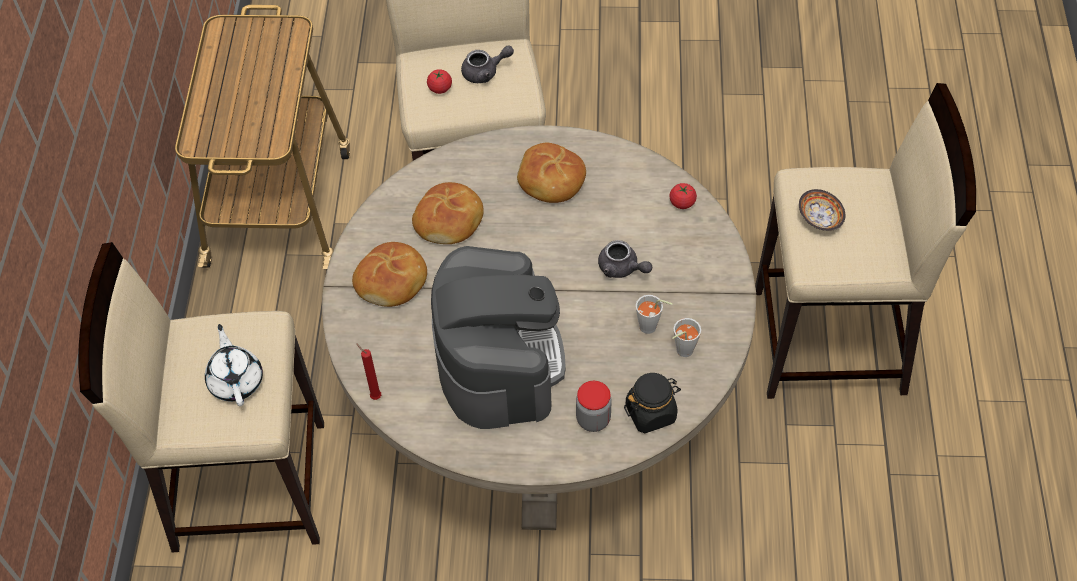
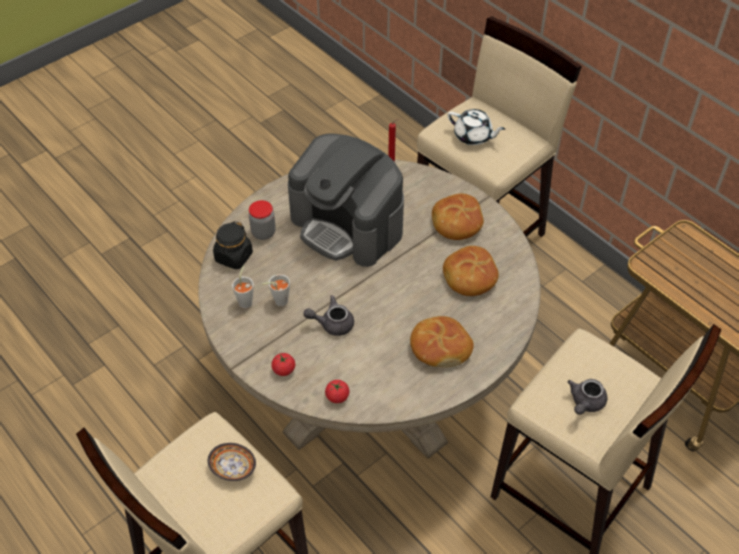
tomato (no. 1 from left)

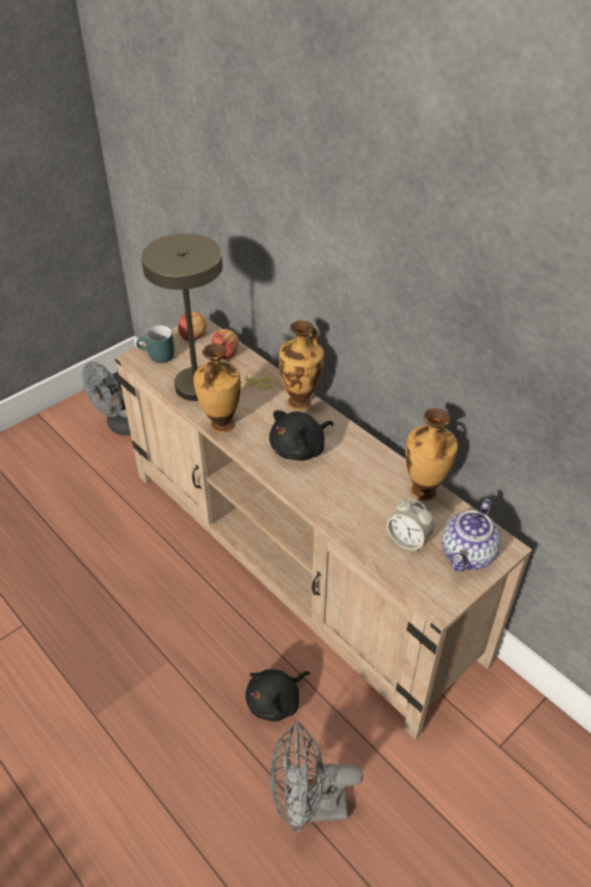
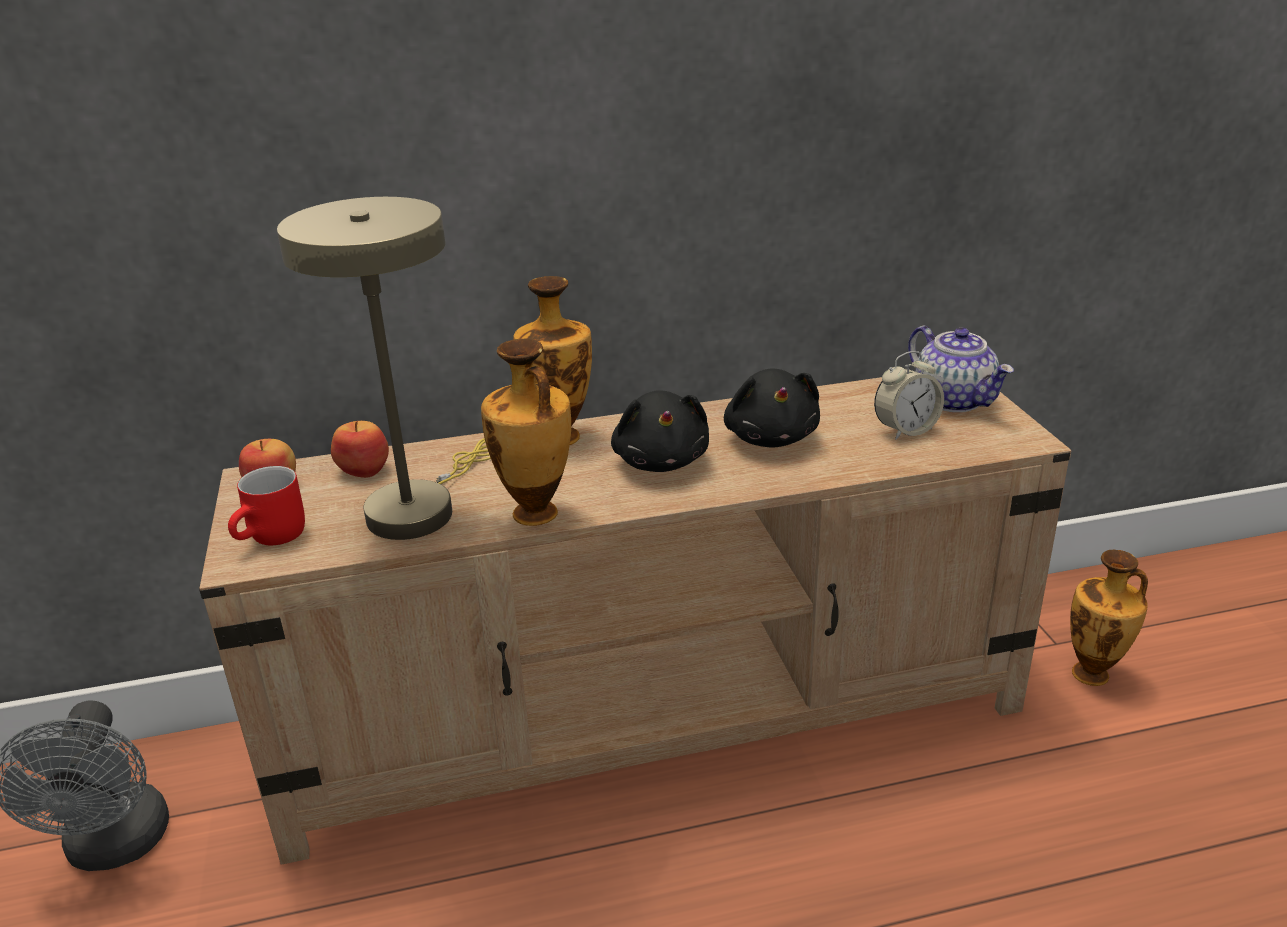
red_mug
black_plush_toy (no. 2 from left)
vase (no. 3 from left)
grey_fan (no. 2 from left in the first image)

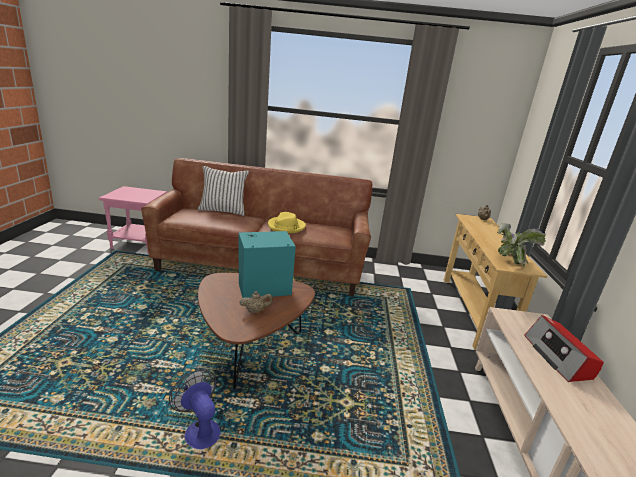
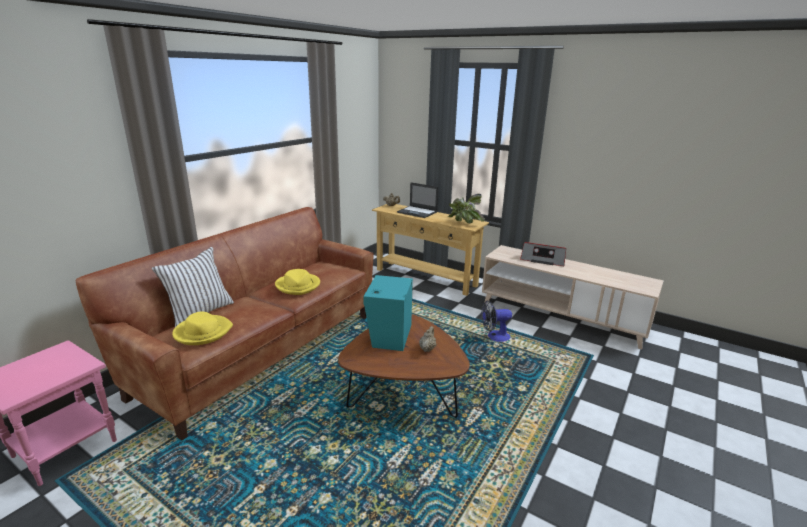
yellow_hat (no. 1 from left)
laptop
fan

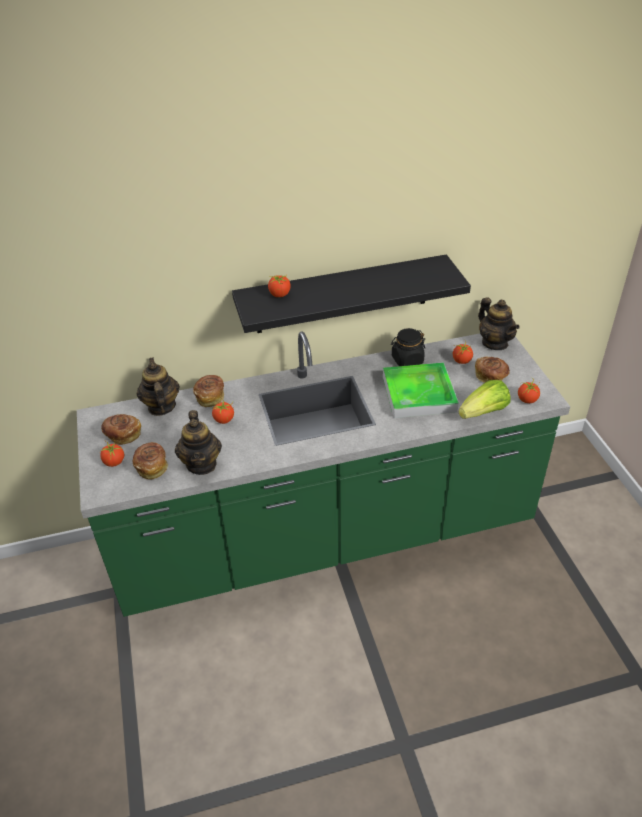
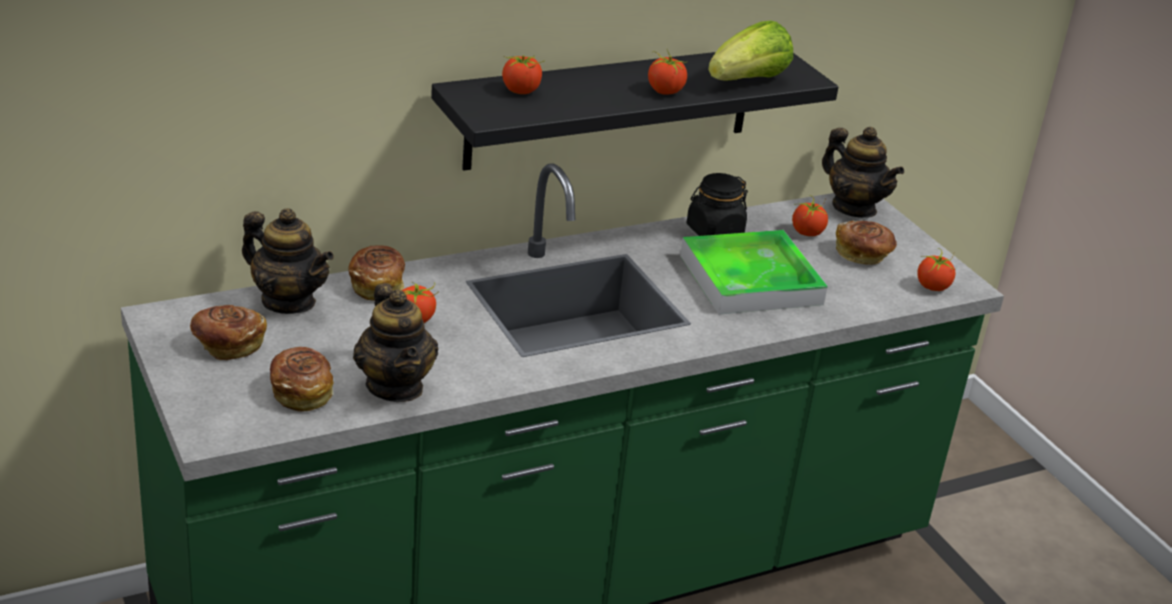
teapot (no. 1 from left)
tomato (no. 3 from left)
lettuce

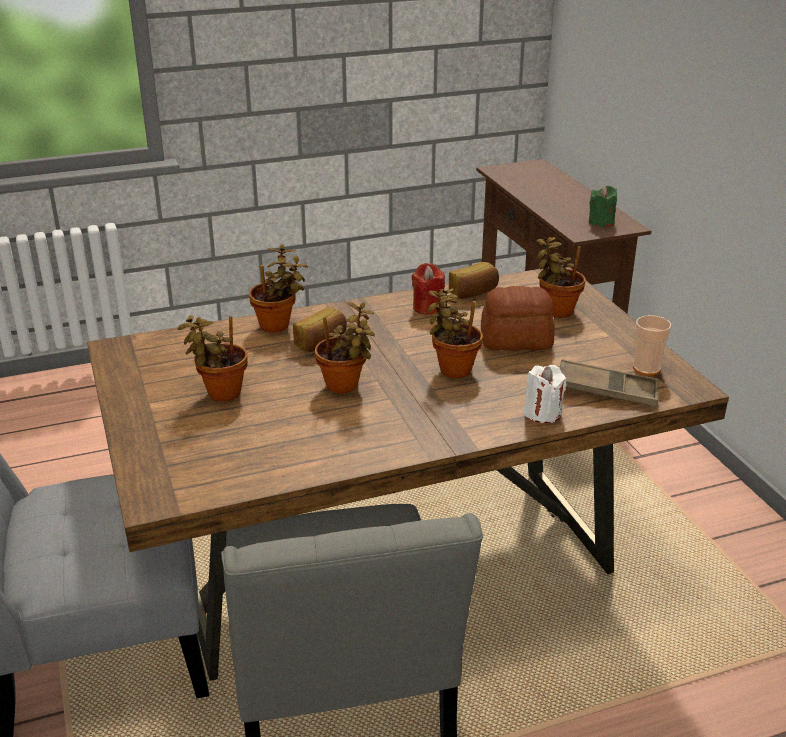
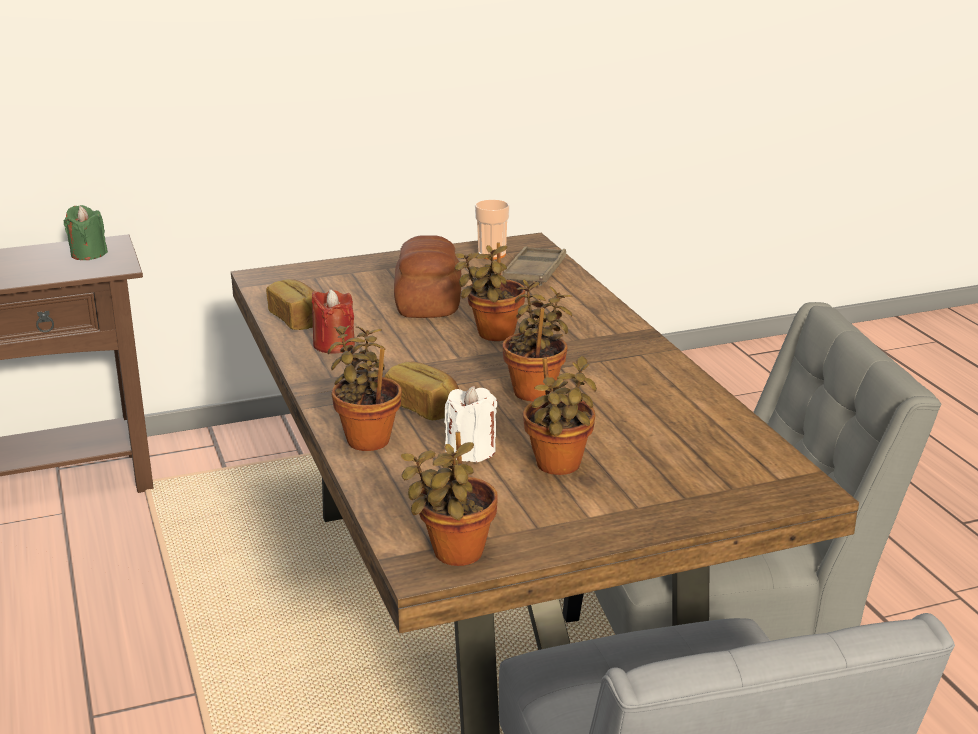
potted_plant (no. 2 from left)
white_candle

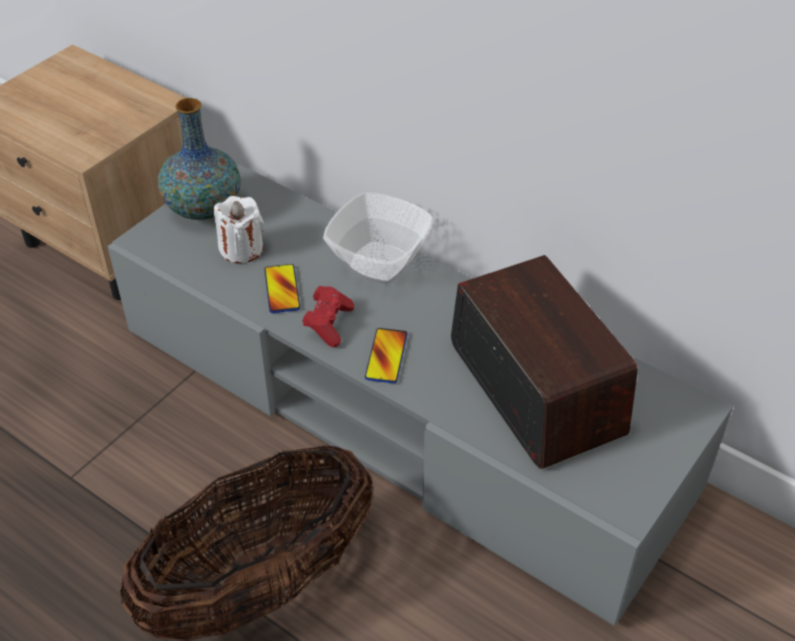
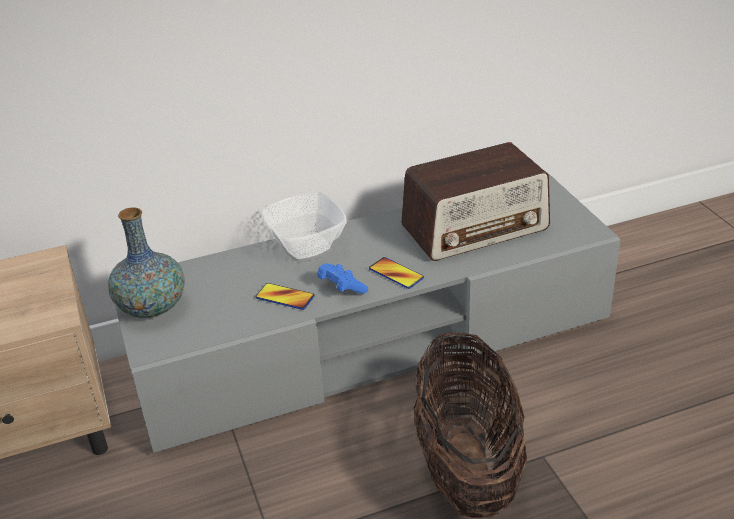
blue_game_controller
radio
white_candle

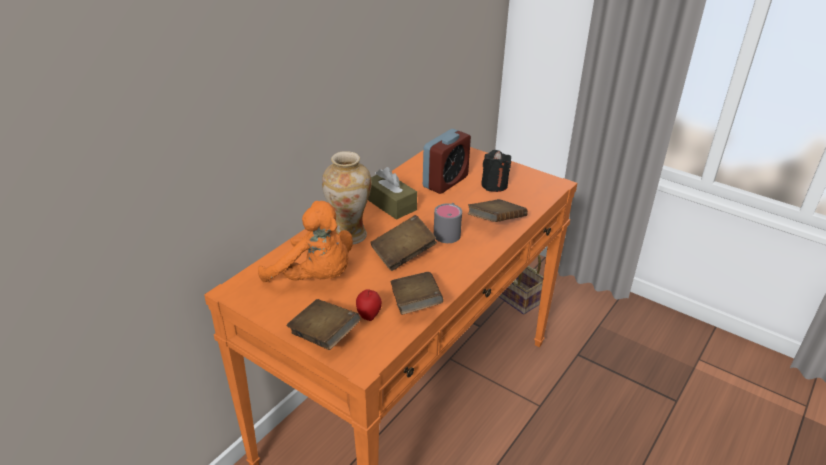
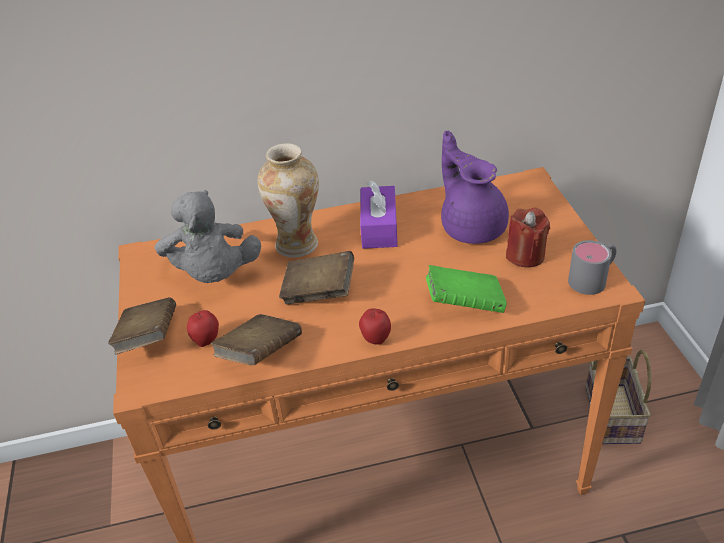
grey_plush_toy
apple (no. 2 from left)
purple_tissue_box
green_book
purple_teapot
red_candle
grey_mug

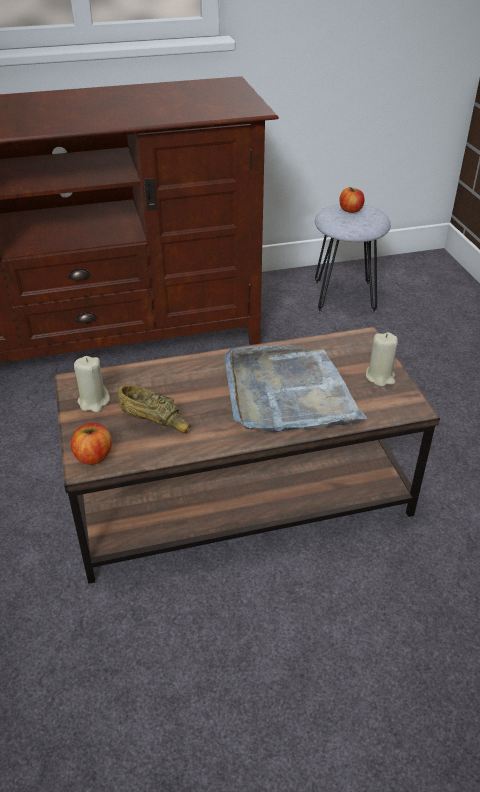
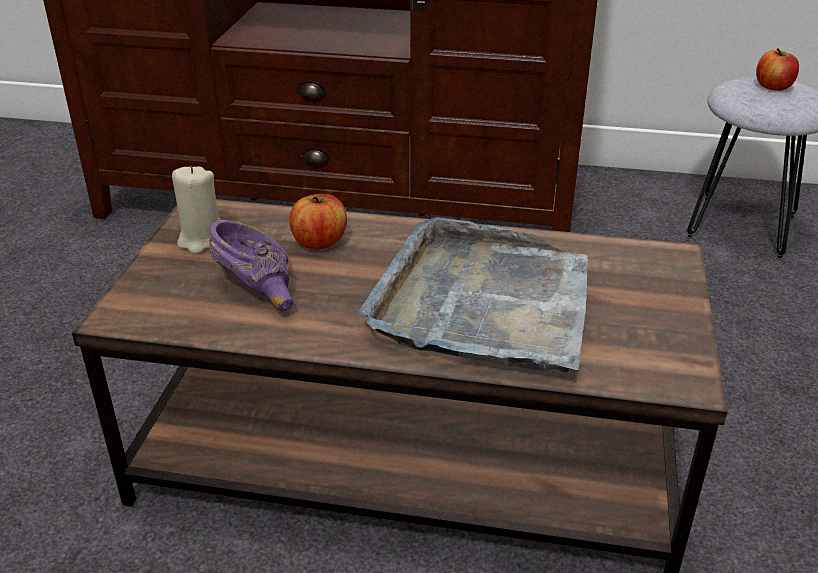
purple_bowl
apple (no. 1 from left)
beige_candle (no. 2 from left in the first image)

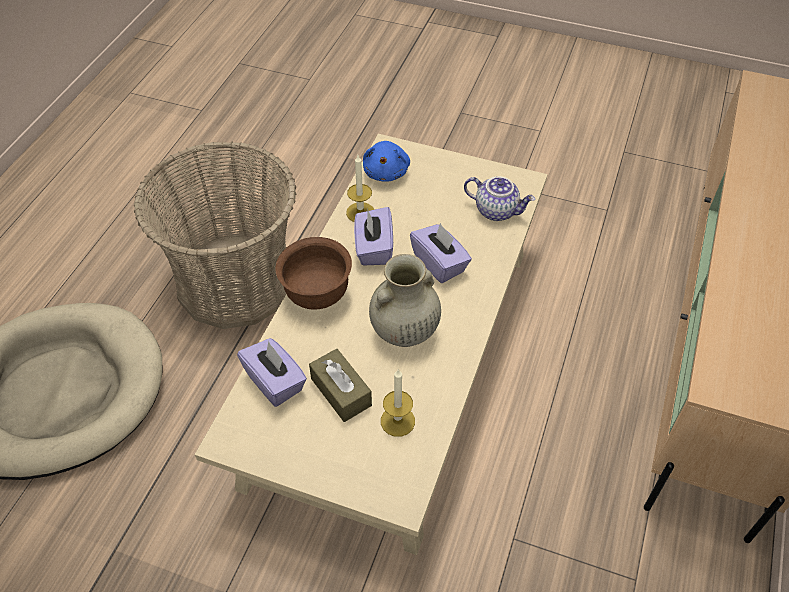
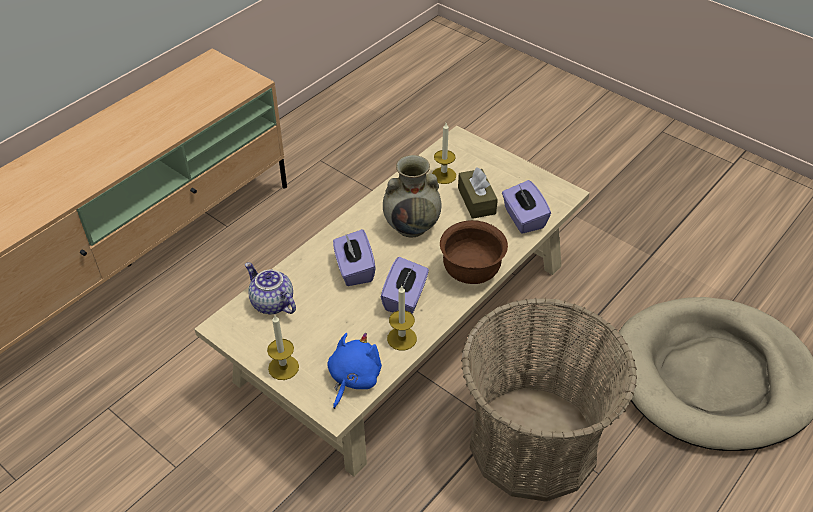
candle (no. 1 from left)

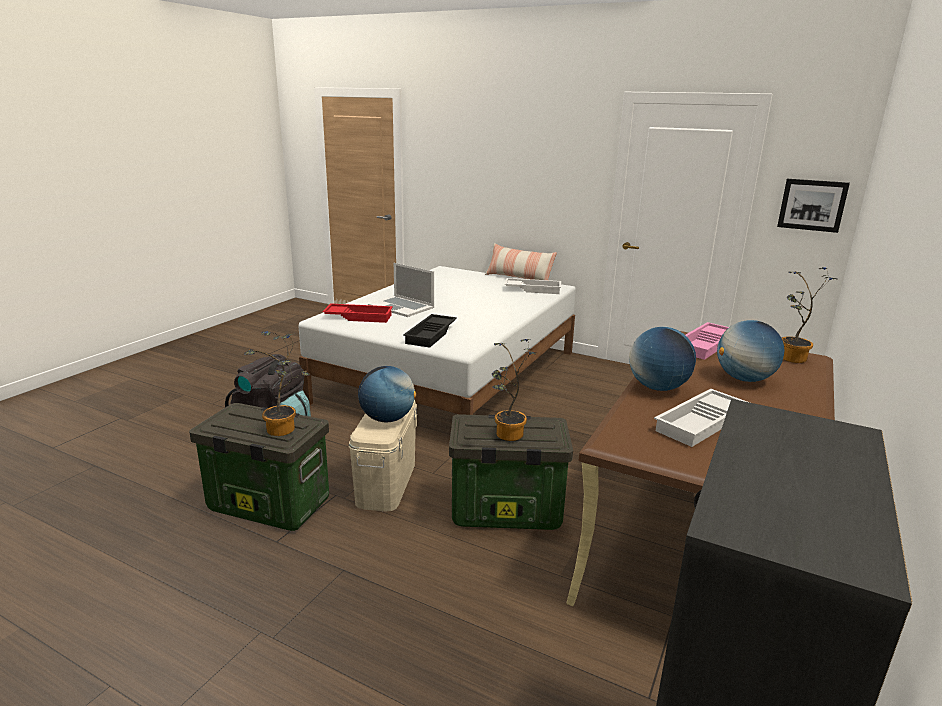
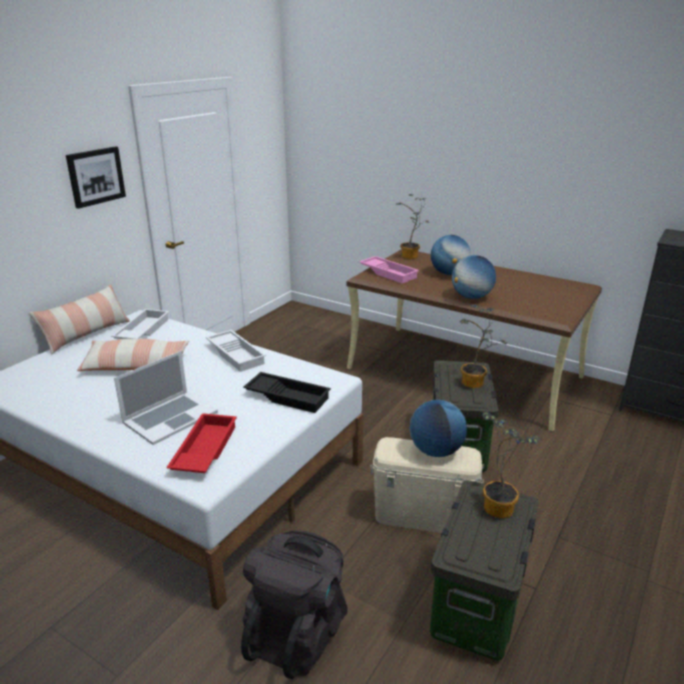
picture
pillow (no. 2 from left)
white_tray (no. 2 from left)

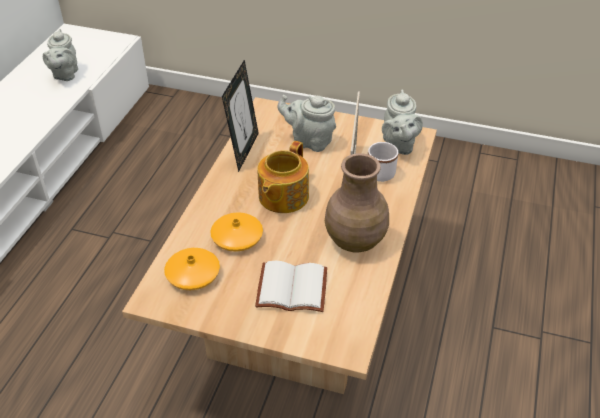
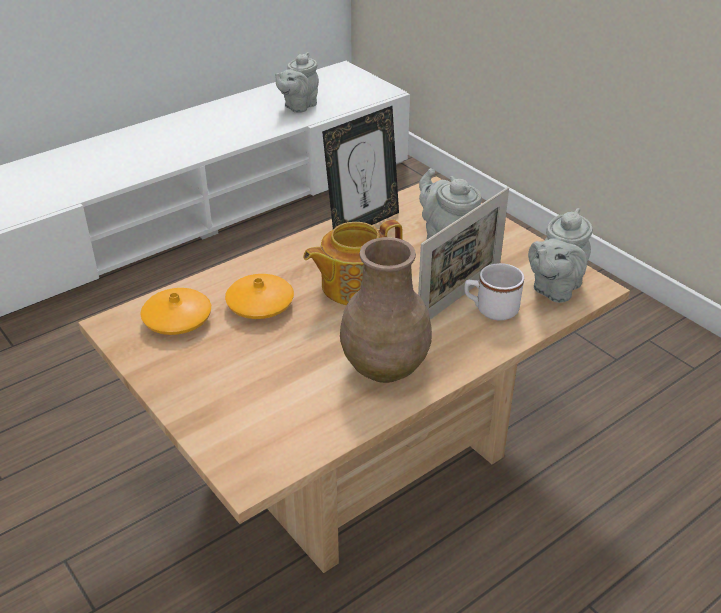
white_book

